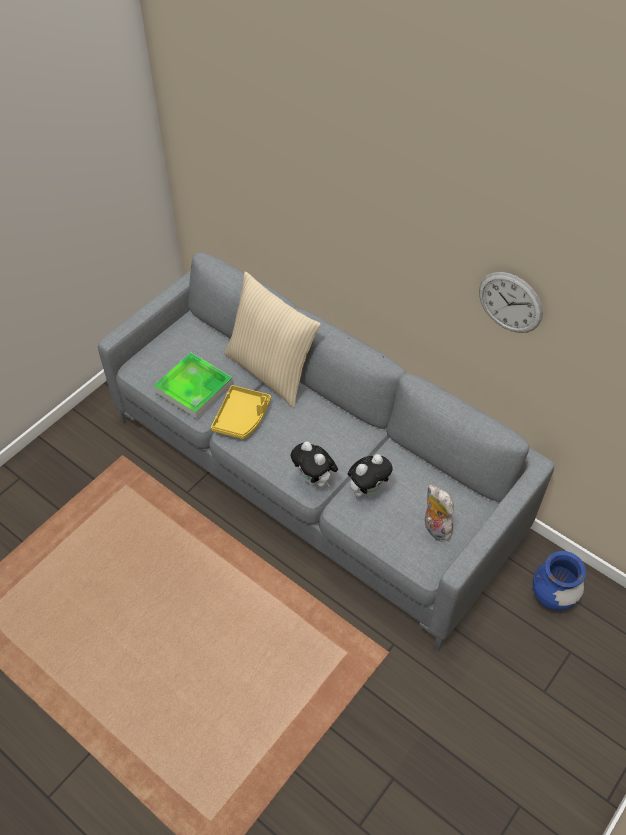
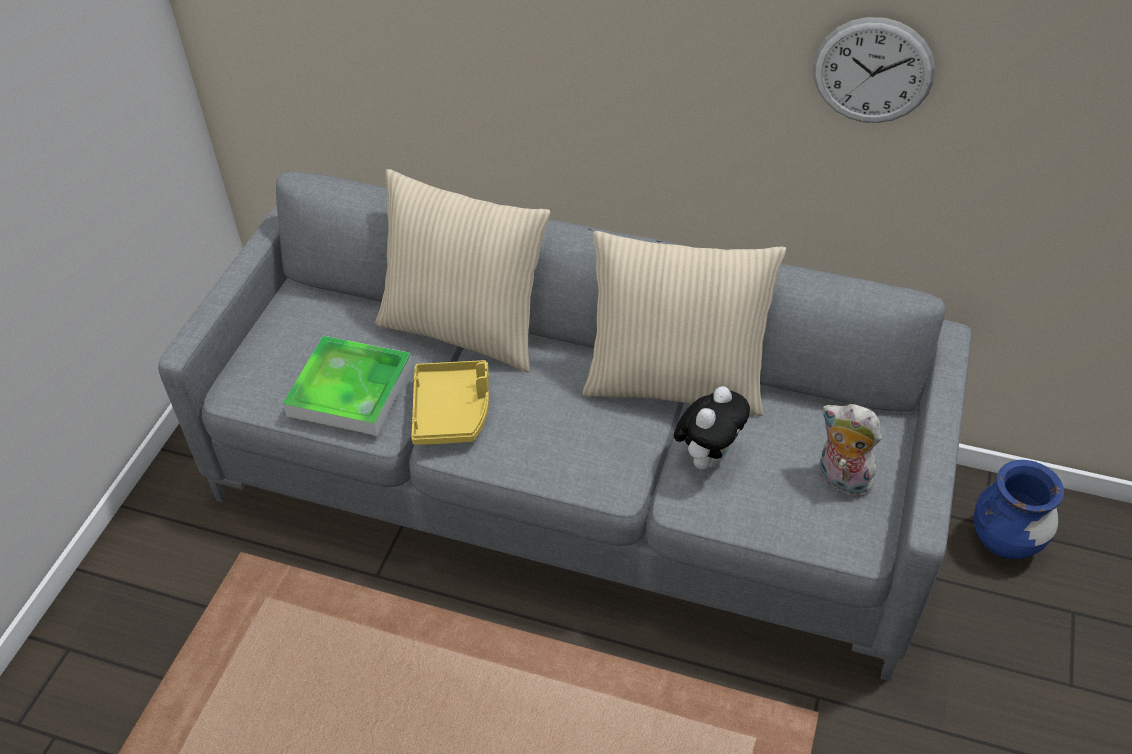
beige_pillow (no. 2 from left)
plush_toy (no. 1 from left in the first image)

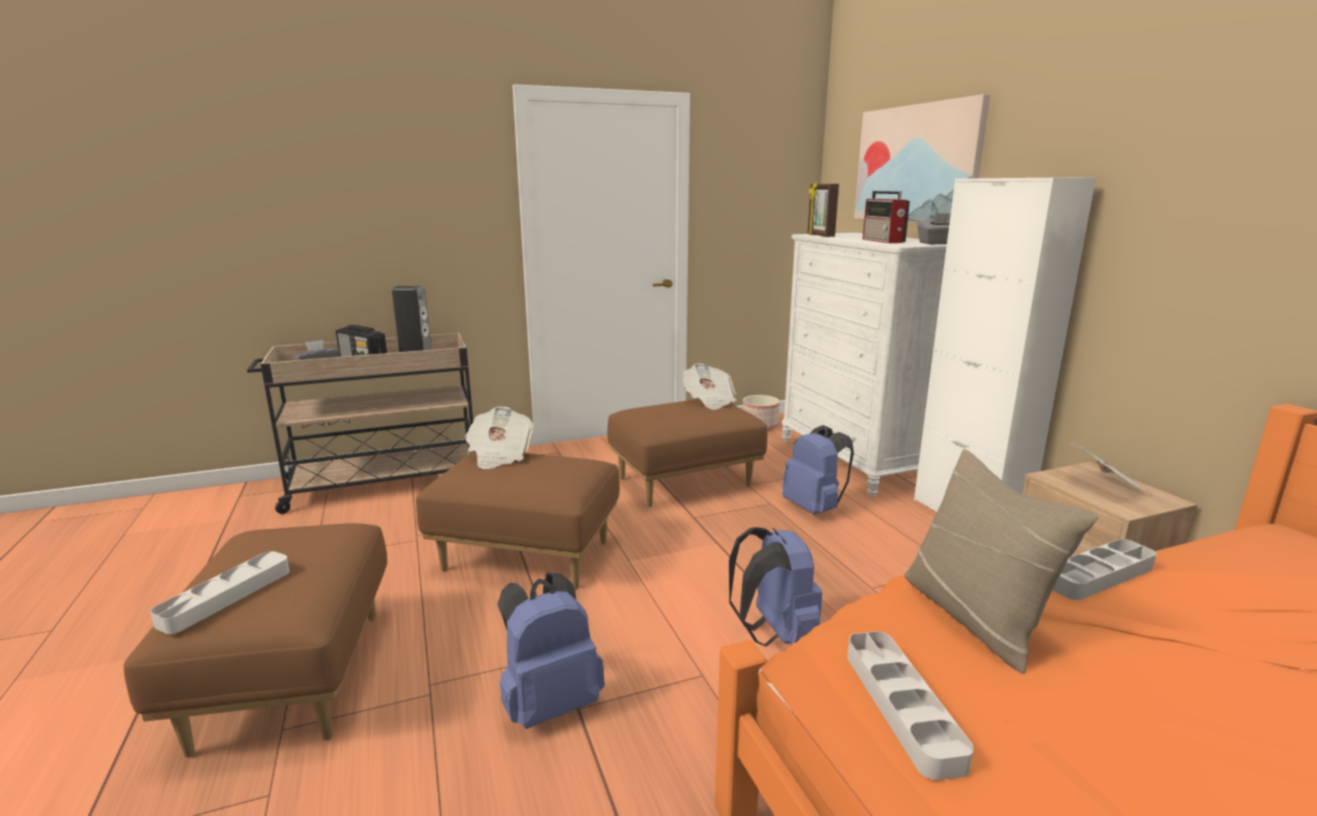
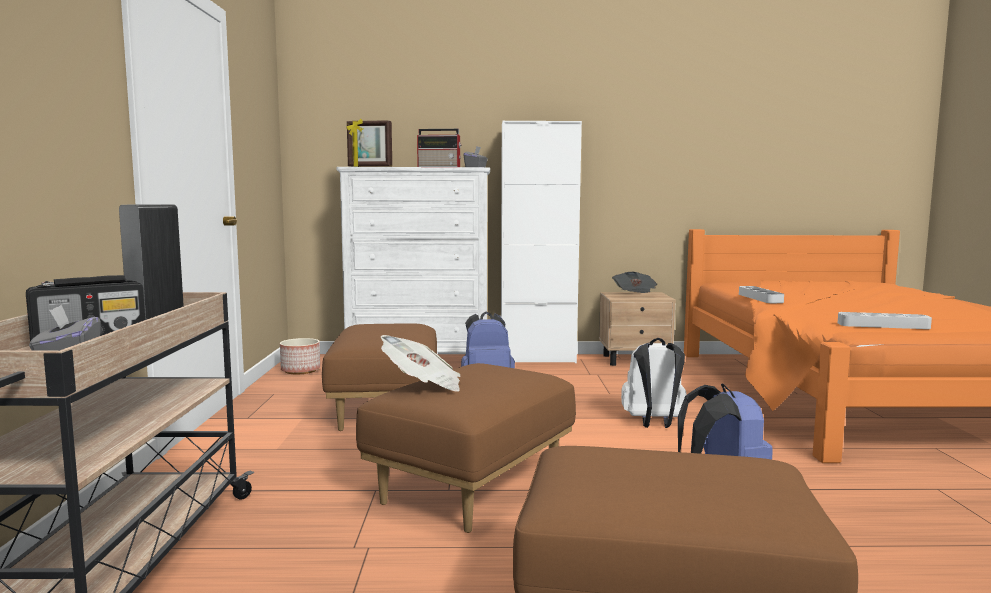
white_backpack
grey_tray (no. 1 from left in the first image)
newspaper (no. 2 from left in the first image)
picture
beige_pillow

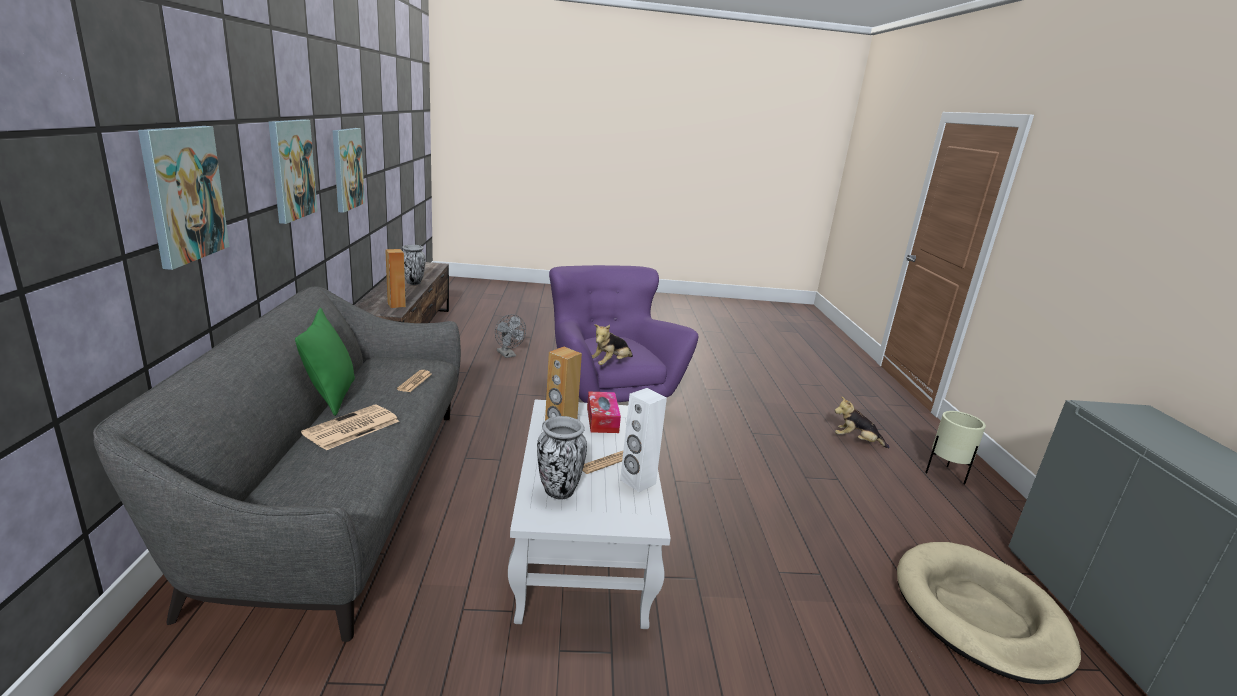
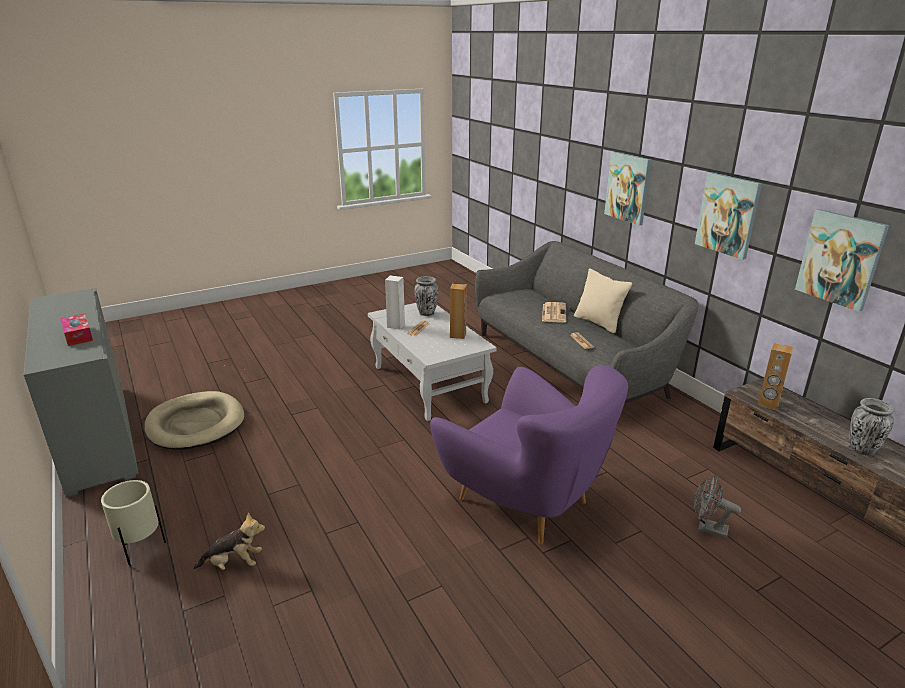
tissue_box
beige_pillow
plush_toy (no. 1 from left in the first image)

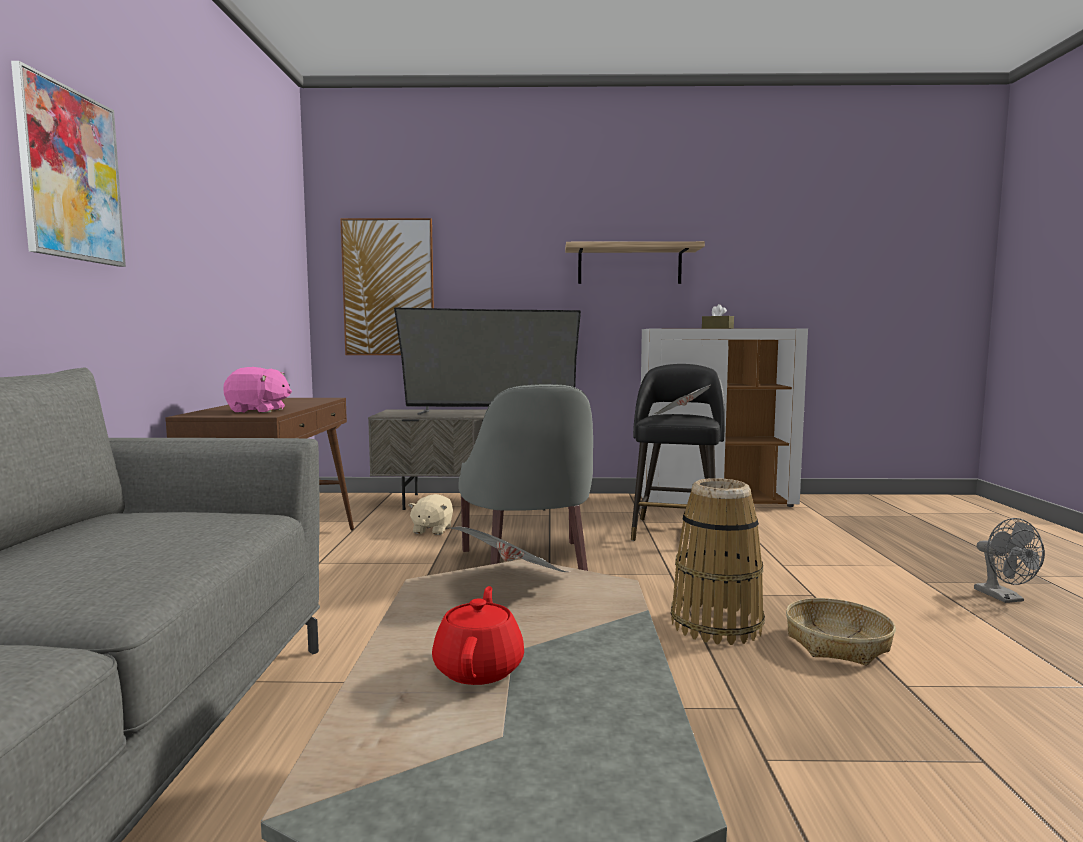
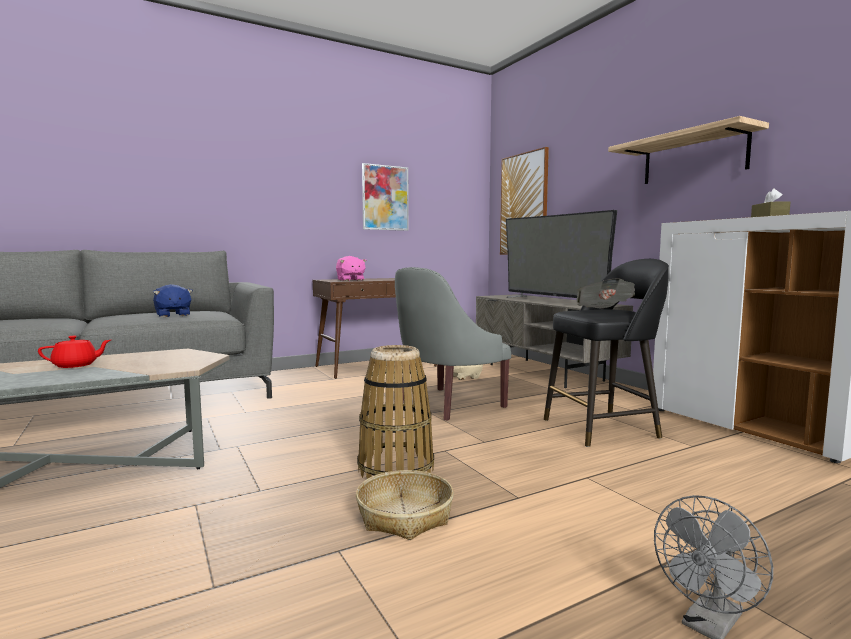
blue_plush_toy
picture (no. 1 from left)
newspaper (no. 1 from left in the first image)

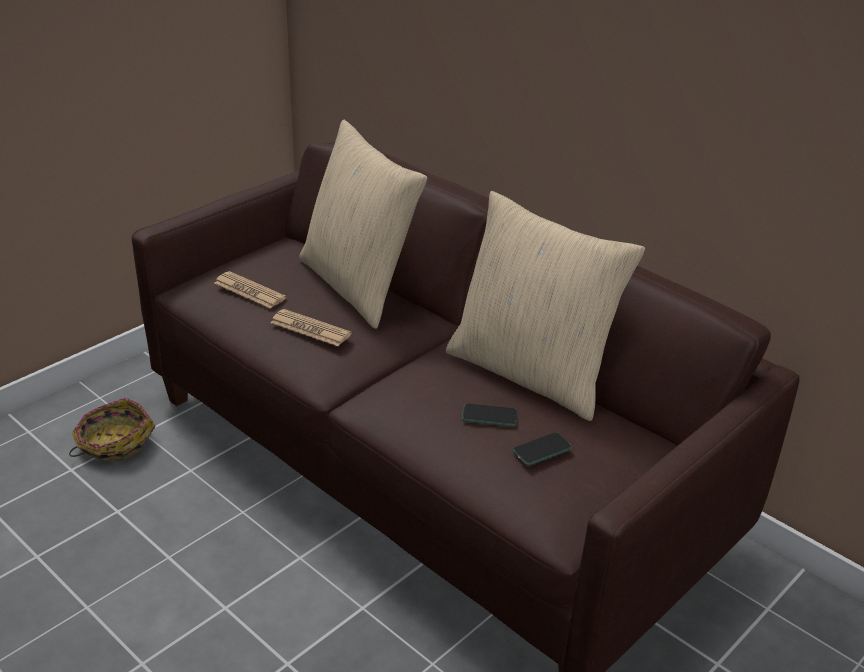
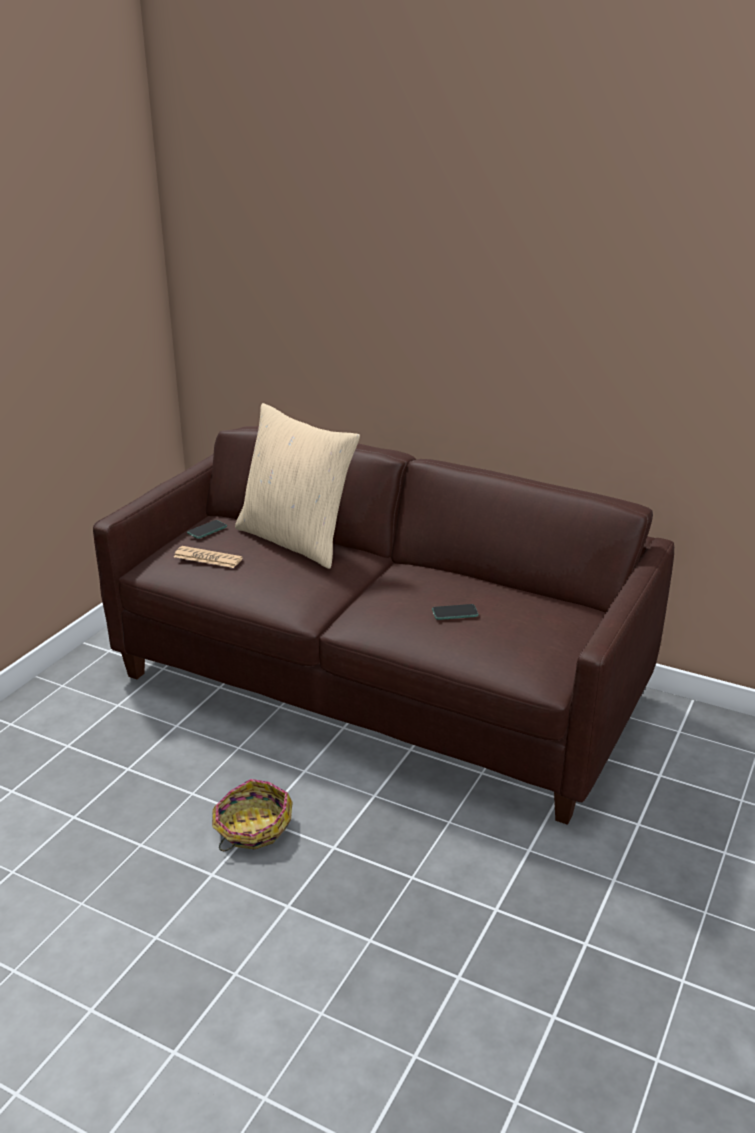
phone (no. 1 from left)
basket
newspaper (no. 2 from left in the first image)
beige_pillow (no. 2 from left in the first image)

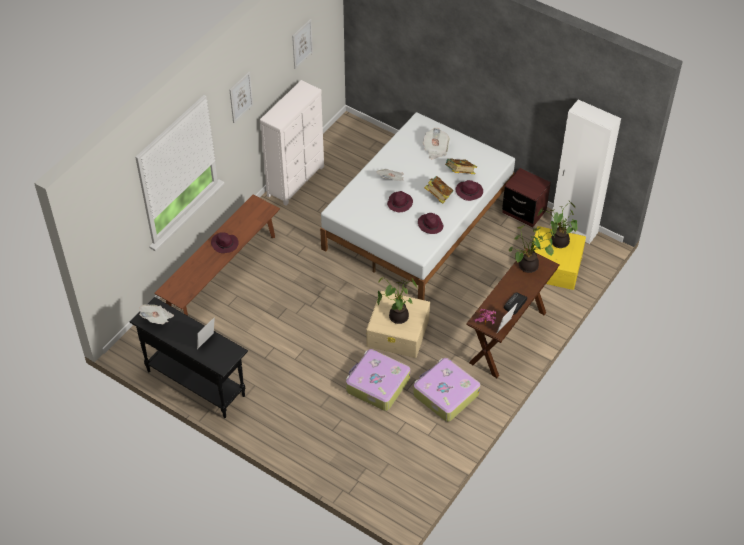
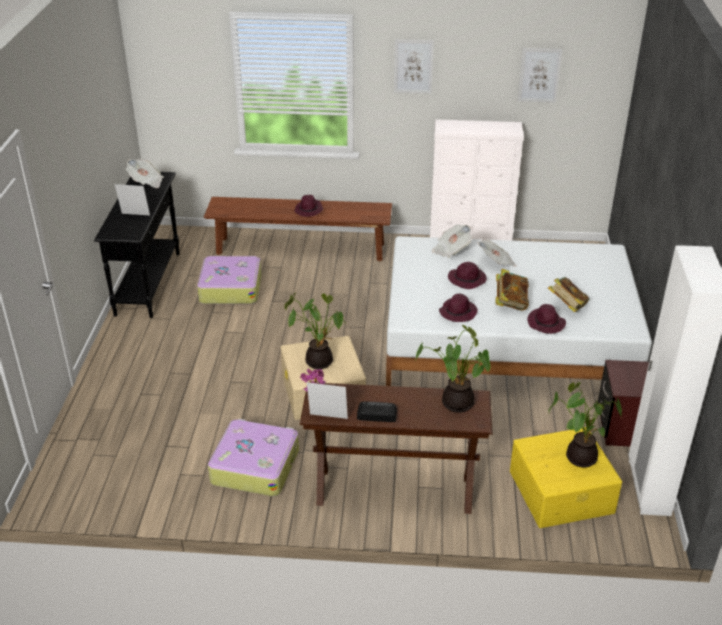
suitcase (no. 1 from left)
newspaper (no. 2 from left)

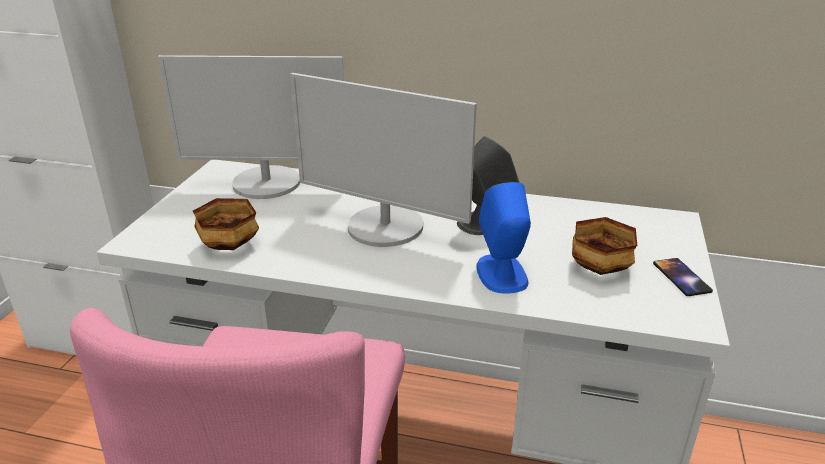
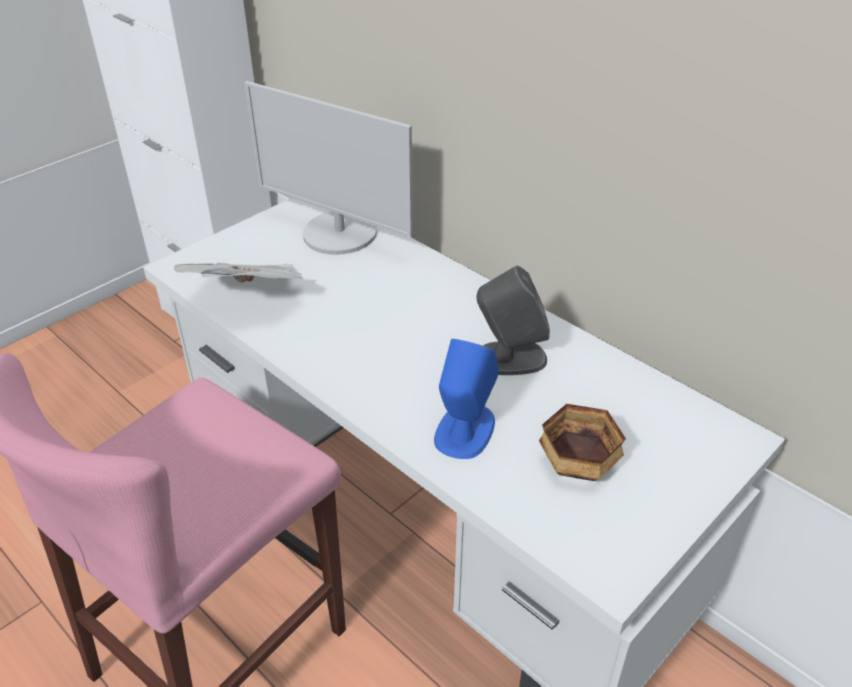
newspaper
monitor (no. 2 from left in the first image)
phone

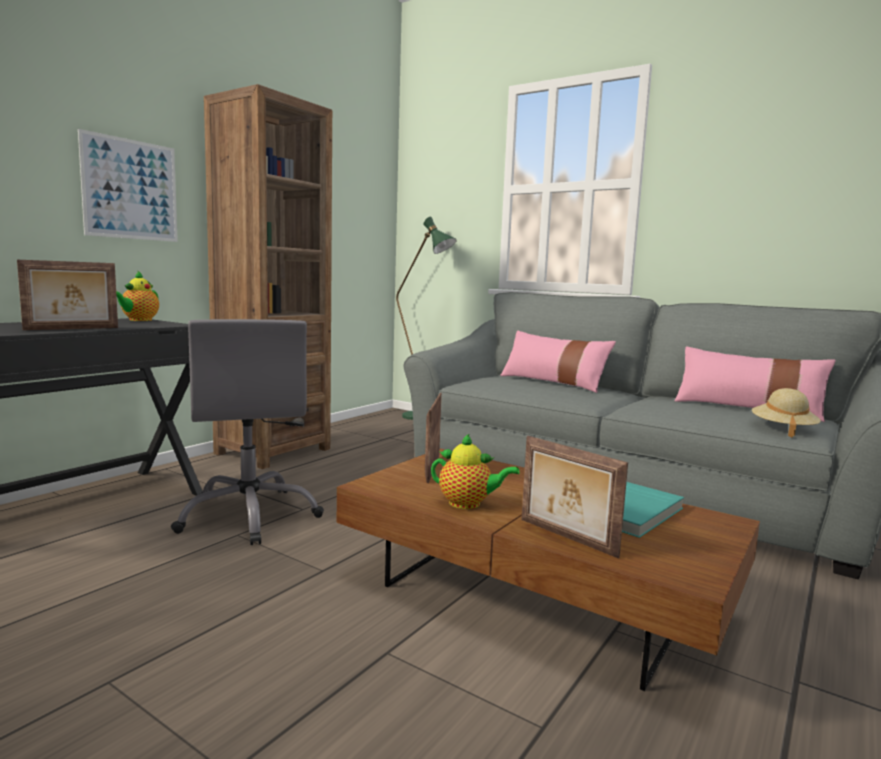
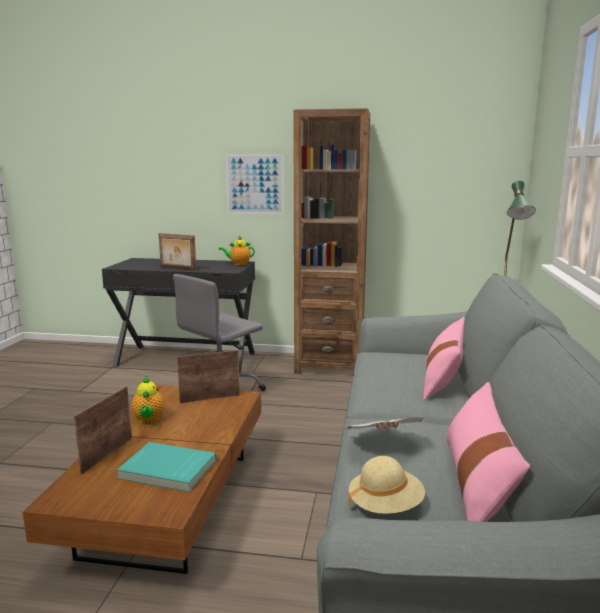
newspaper

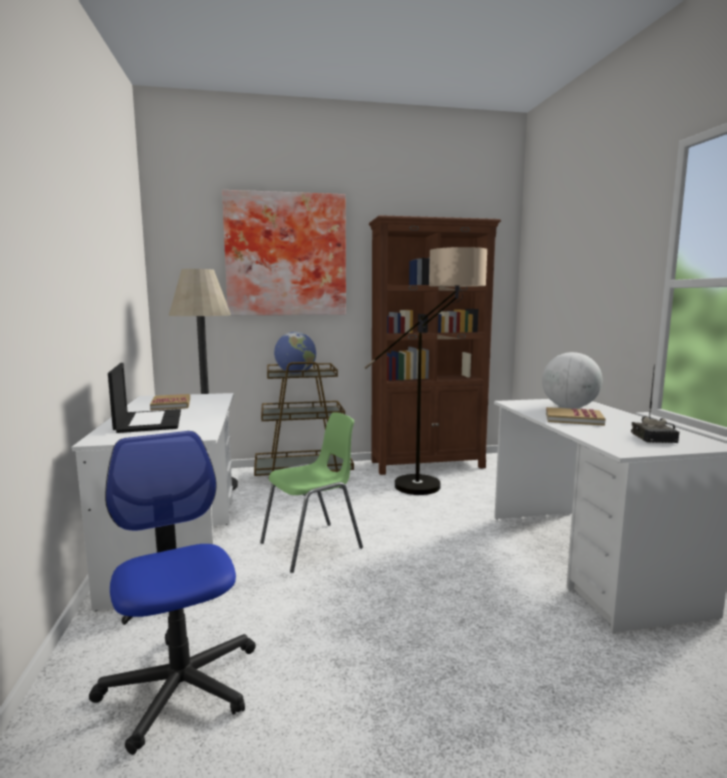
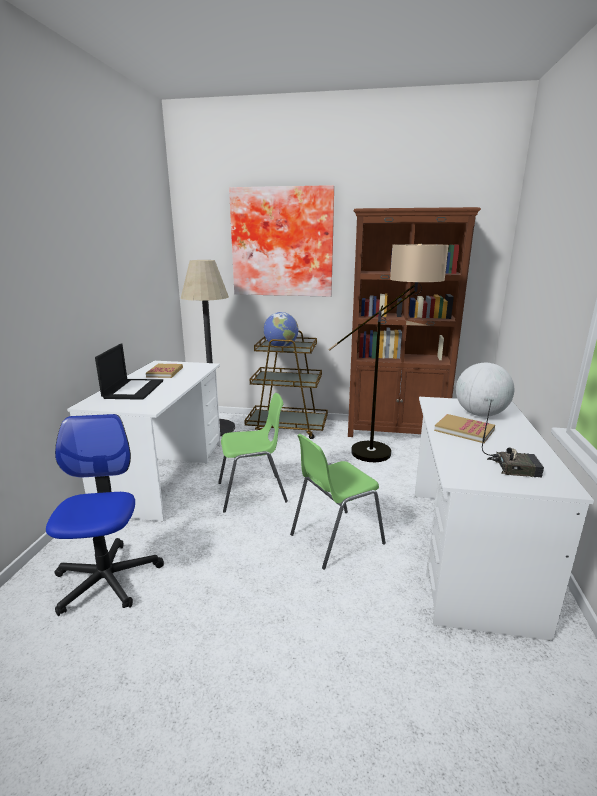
green_chair (no. 2 from left)
radio

